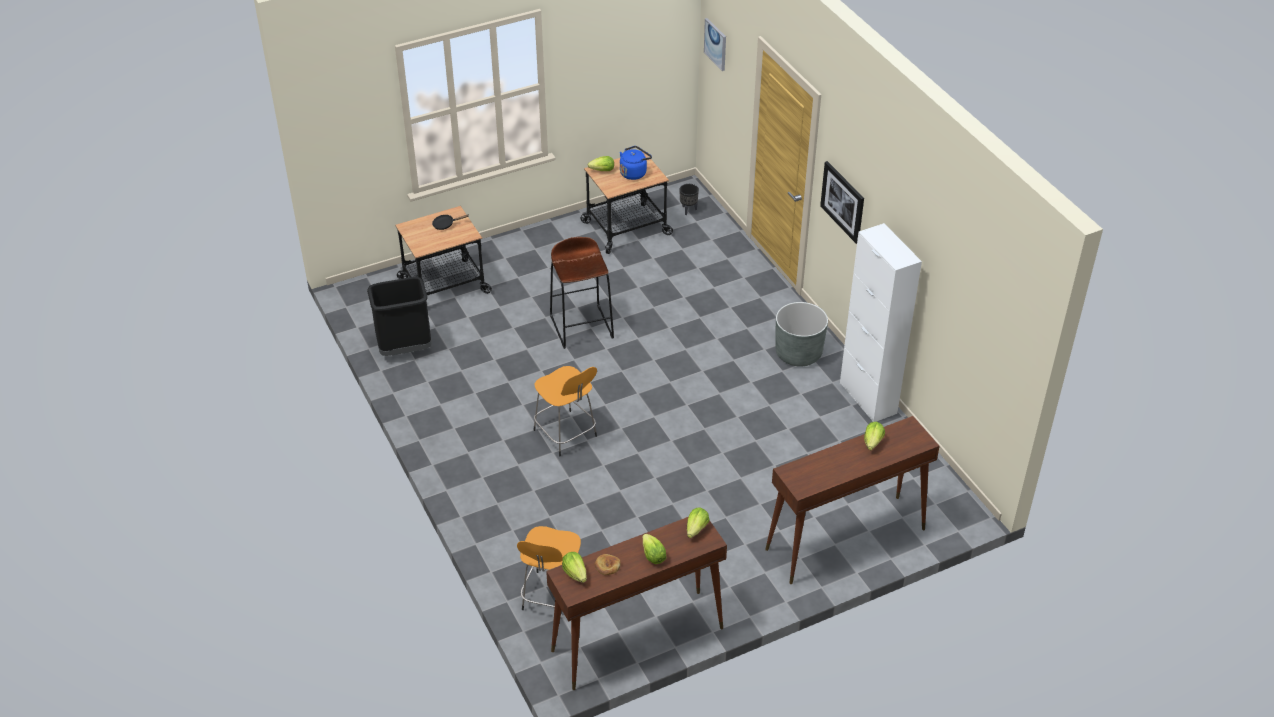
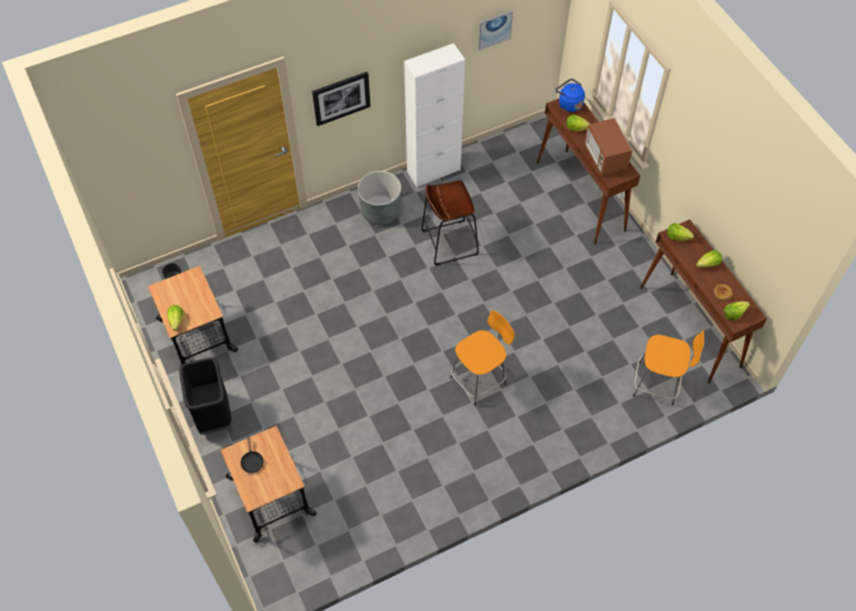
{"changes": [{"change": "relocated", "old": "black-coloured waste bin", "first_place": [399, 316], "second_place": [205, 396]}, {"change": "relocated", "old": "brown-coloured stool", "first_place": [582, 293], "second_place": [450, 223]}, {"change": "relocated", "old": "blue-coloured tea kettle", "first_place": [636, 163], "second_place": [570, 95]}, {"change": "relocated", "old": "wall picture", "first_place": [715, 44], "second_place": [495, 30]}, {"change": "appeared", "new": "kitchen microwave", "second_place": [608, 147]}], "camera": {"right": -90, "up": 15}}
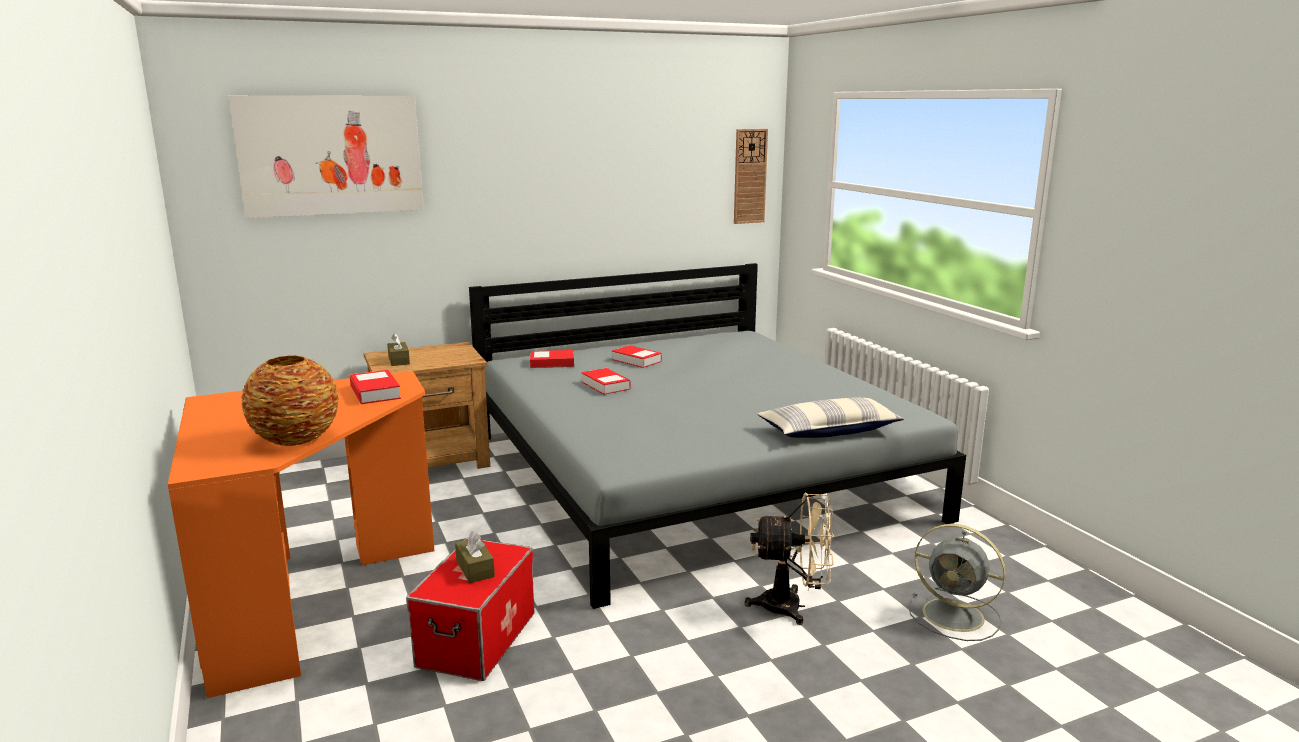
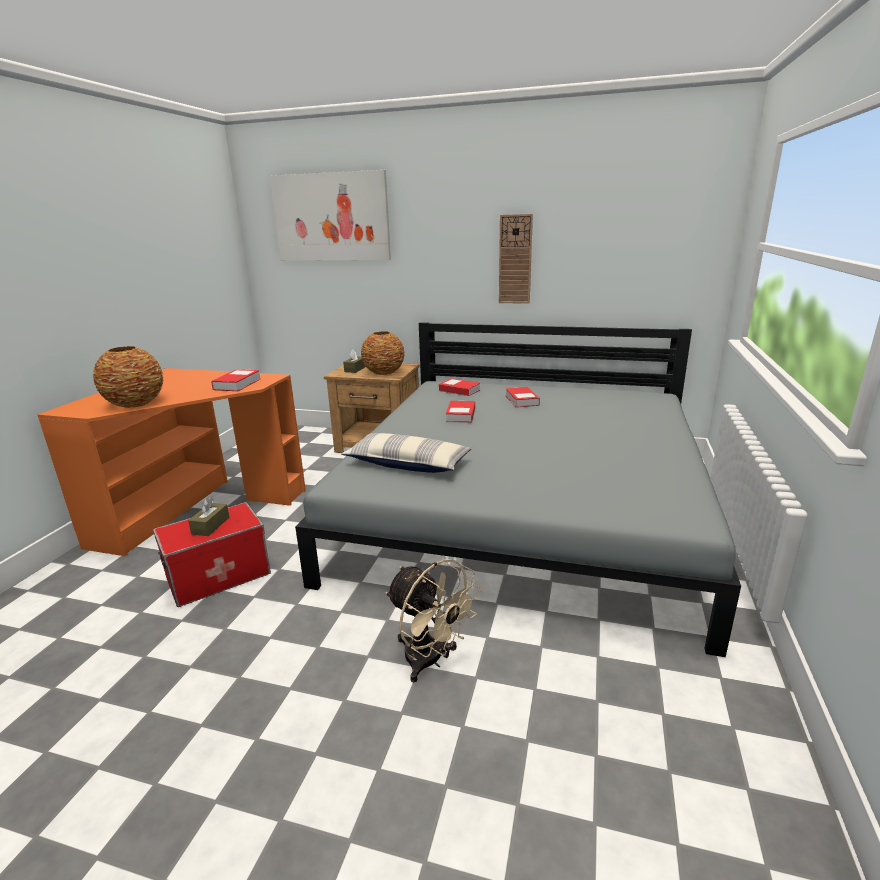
{"changes": [{"change": "relocated", "old": "wall clock", "first_place": [751, 176], "second_place": [516, 259]}, {"change": "relocated", "old": "pillow", "first_place": [830, 418], "second_place": [407, 453]}, {"change": "missing", "old": "grey cooling fan", "first_place": [957, 582]}, {"change": "appeared", "new": "decorative vase", "second_place": [383, 353]}], "camera": {"right": 40, "up": 5}}
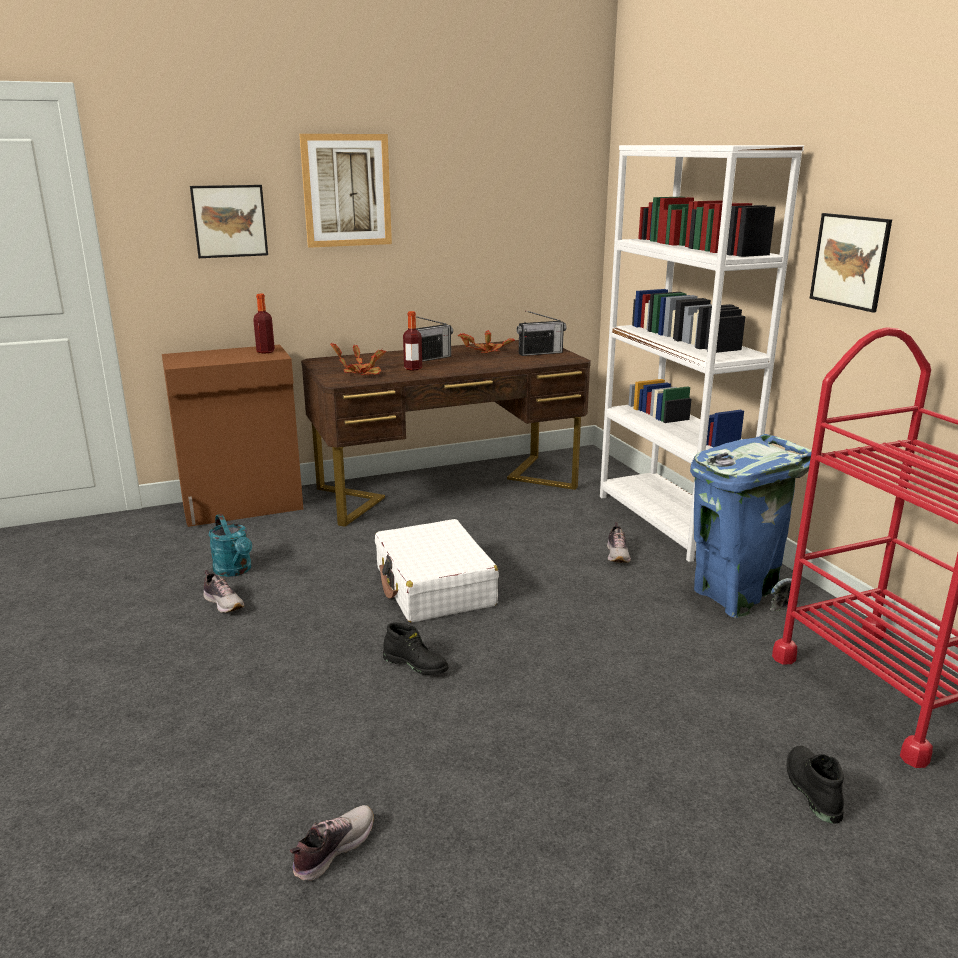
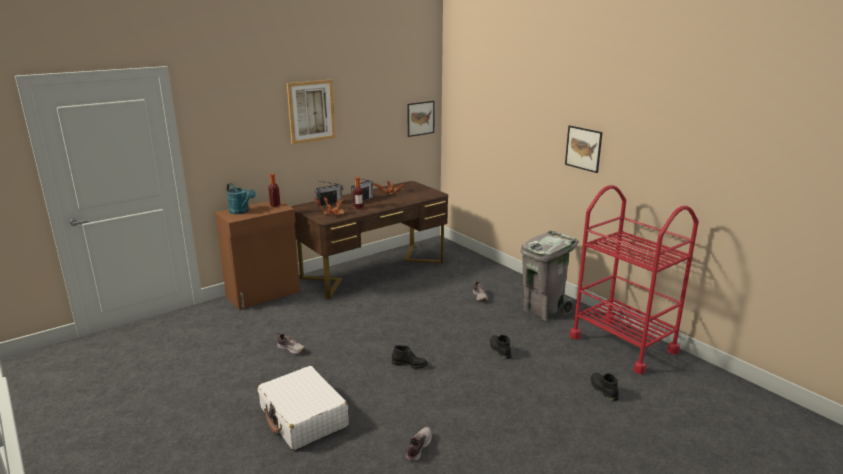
{"changes": [{"change": "relocated", "old": "wall picture", "first_place": [229, 221], "second_place": [421, 119]}, {"change": "relocated", "old": "turquoise-coloured watering can", "first_place": [230, 545], "second_place": [241, 198]}, {"change": "relocated", "old": "white-coloured piece of luggage", "first_place": [437, 571], "second_place": [303, 408]}, {"change": "relocated", "old": "radio set", "first_place": [541, 333], "second_place": [329, 194]}, {"change": "missing", "old": "white-coloured bookcase", "first_place": [702, 353]}, {"change": "colour", "old": "blue-coloured waste bin", "new": "grey waste bin", "first_place": [751, 526], "second_place": [550, 275]}, {"change": "appeared", "new": "black-coloured high-top boot", "second_place": [500, 347]}], "camera": {"right": -15, "up": 0}}
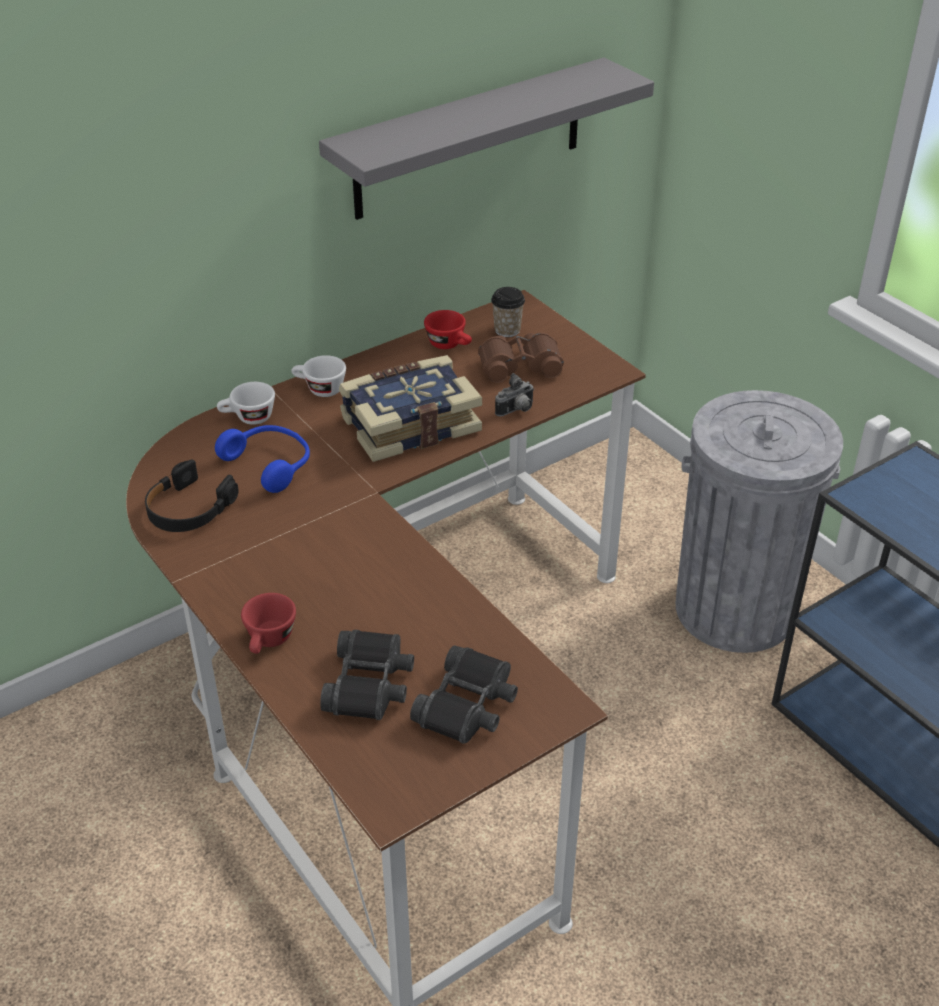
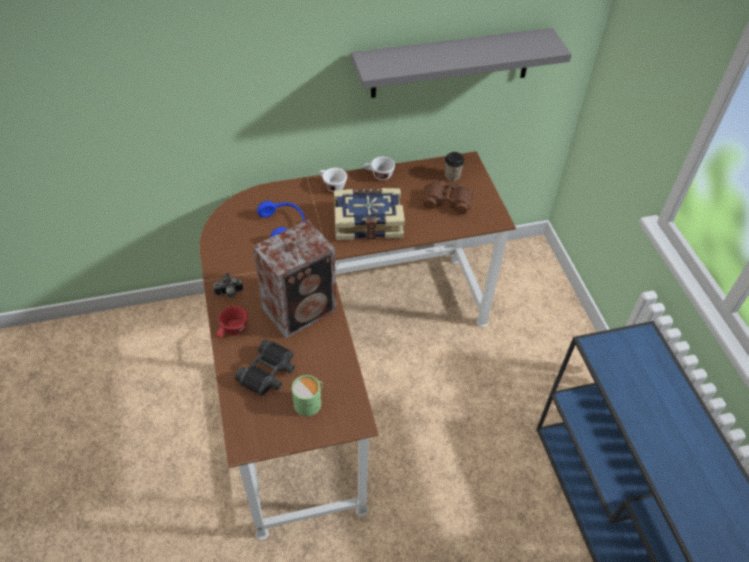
{"changes": [{"change": "missing", "old": "black-coloured headset", "first_place": [192, 495]}, {"change": "relocated", "old": "white-coloured cup", "first_place": [246, 403], "second_place": [379, 168]}, {"change": "exchanged", "old": "black-coloured binoculars", "new": "green-coloured tea mug", "first_place": [464, 694], "second_place": [307, 395]}, {"change": "missing", "old": "red-coloured cup", "first_place": [448, 329]}, {"change": "relocated", "old": "still camera", "first_place": [514, 394], "second_place": [228, 285]}, {"change": "missing", "old": "grey waste bin", "first_place": [759, 521]}, {"change": "appeared", "new": "audio speaker", "second_place": [295, 279]}], "camera": {"right": 20, "up": 10}}
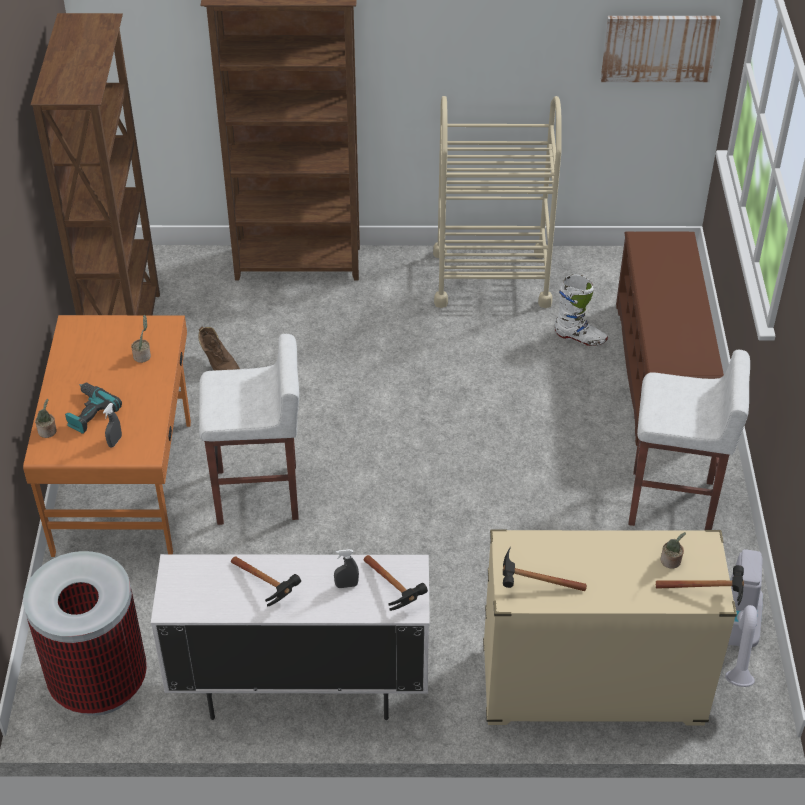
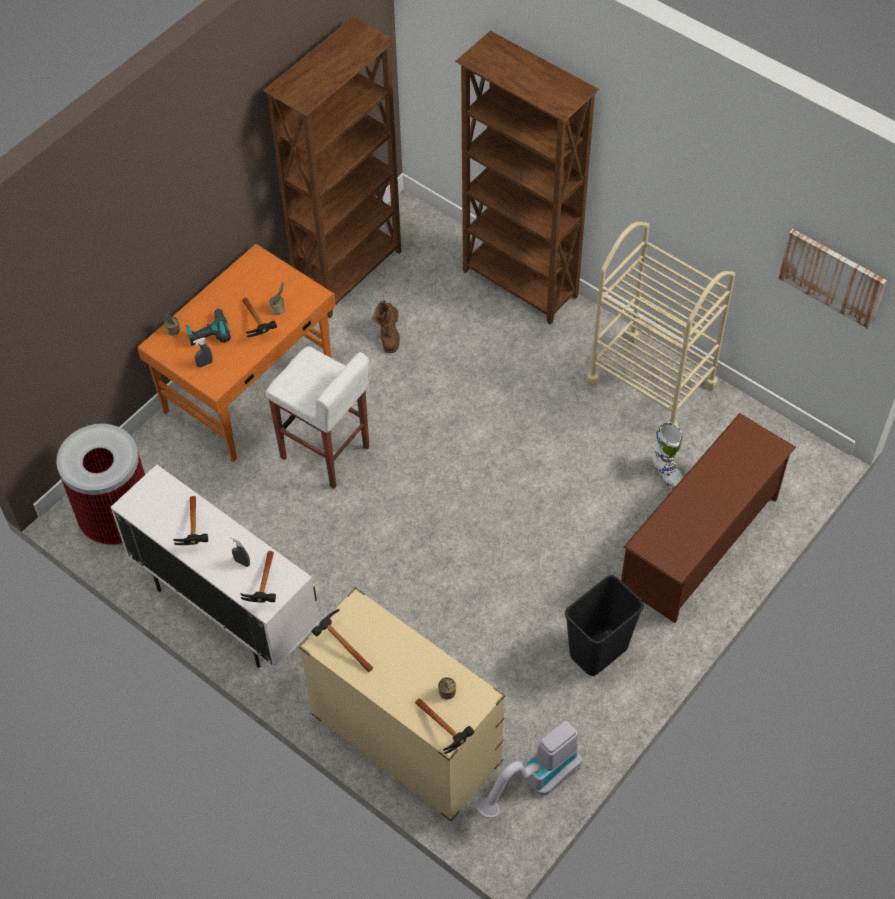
{"changes": [{"change": "exchanged", "old": "white-coloured stool", "new": "black-coloured waste bin", "first_place": [689, 440], "second_place": [604, 625]}, {"change": "appeared", "new": "tool hammer", "second_place": [259, 317]}], "camera": {"right": 40, "up": 10}}
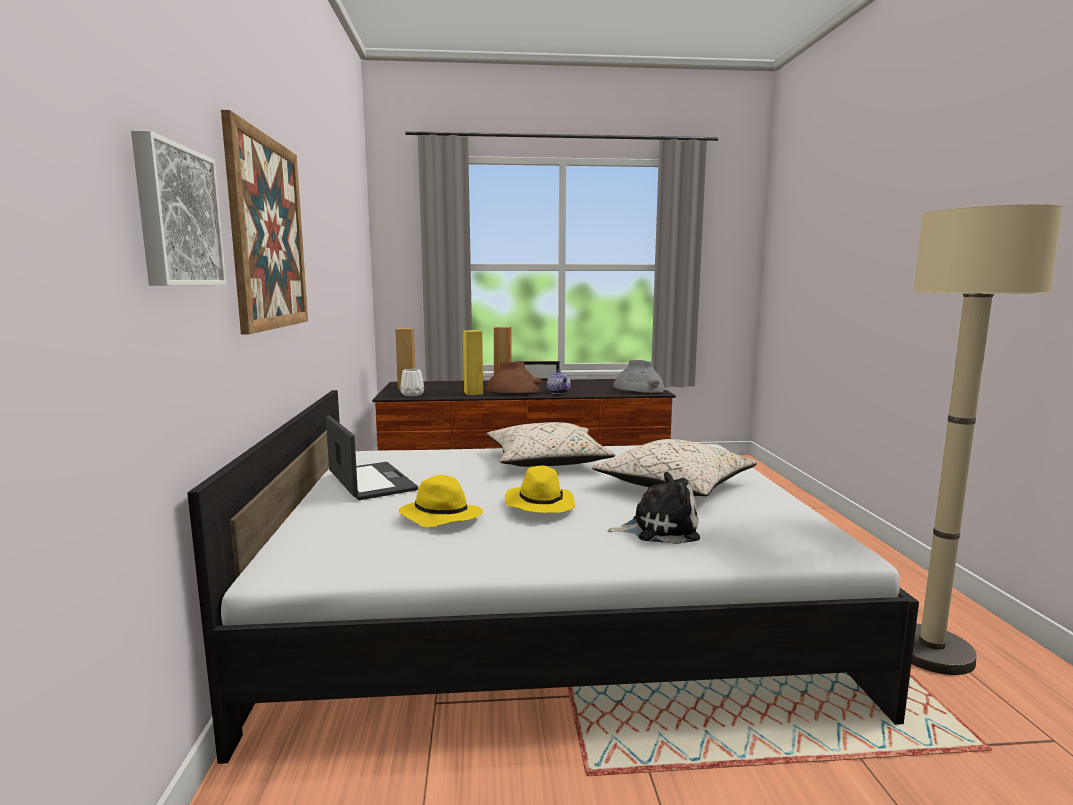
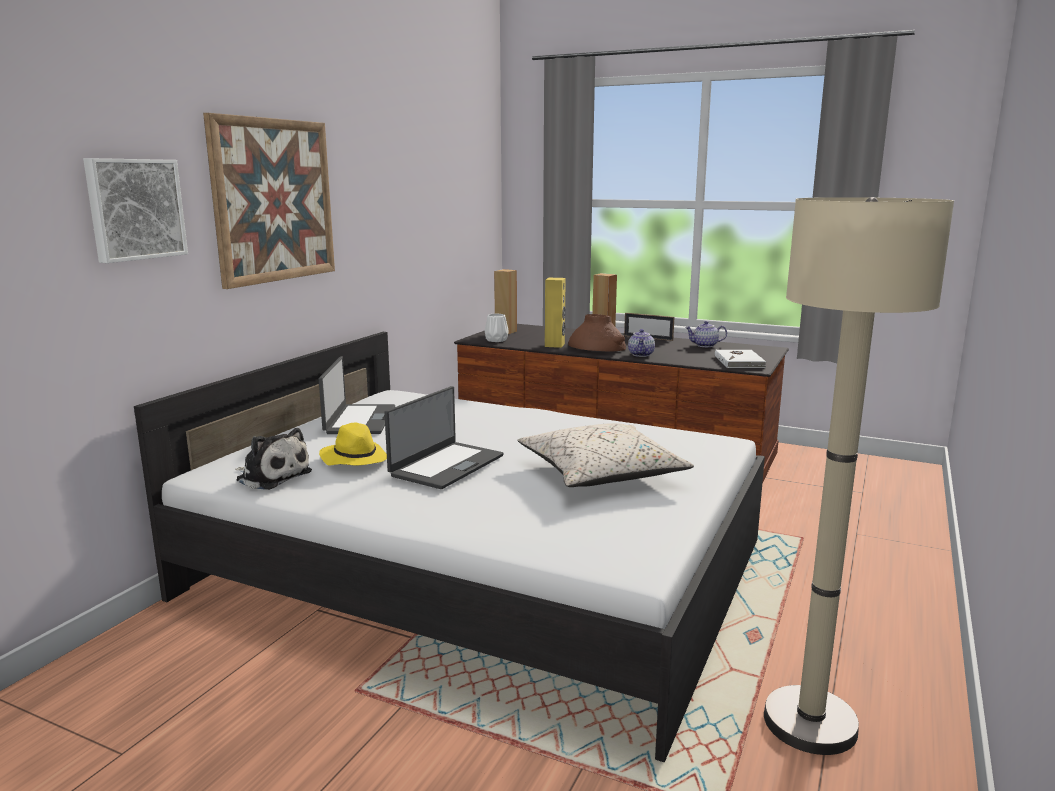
{"changes": [{"change": "missing", "old": "sand-coloured pillow", "first_place": [551, 444]}, {"change": "exchanged", "old": "yellow-coloured clothing hat", "new": "notebook computer", "first_place": [540, 489], "second_place": [444, 437]}, {"change": "relocated", "old": "plush toy", "first_place": [653, 508], "second_place": [273, 459]}, {"change": "exchanged", "old": "grey decorative vase", "new": "white-coloured bound book", "first_place": [639, 376], "second_place": [741, 359]}, {"change": "appeared", "new": "teapot", "second_place": [706, 334]}], "camera": {"right": 30, "up": 5}}
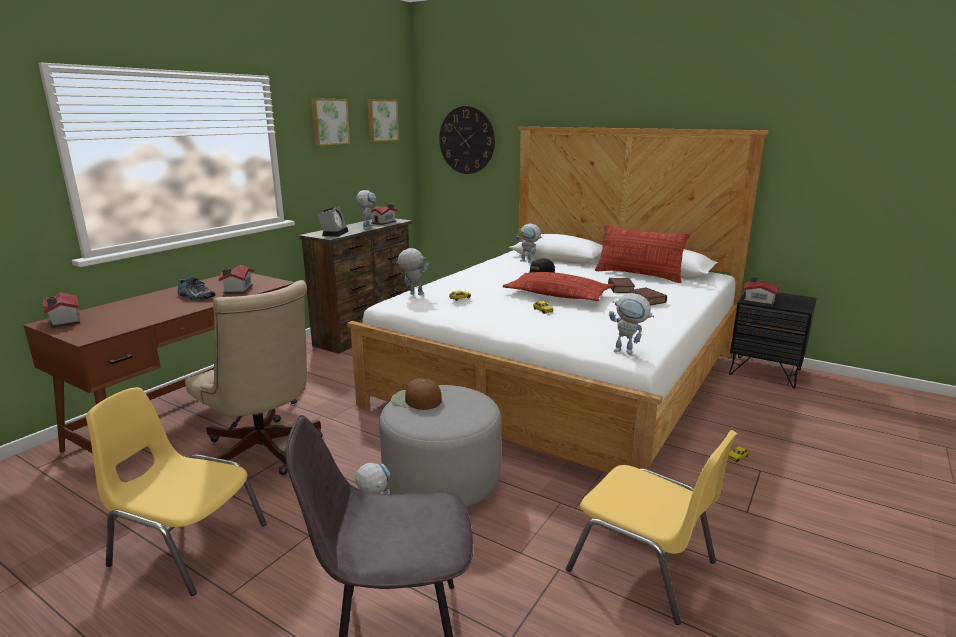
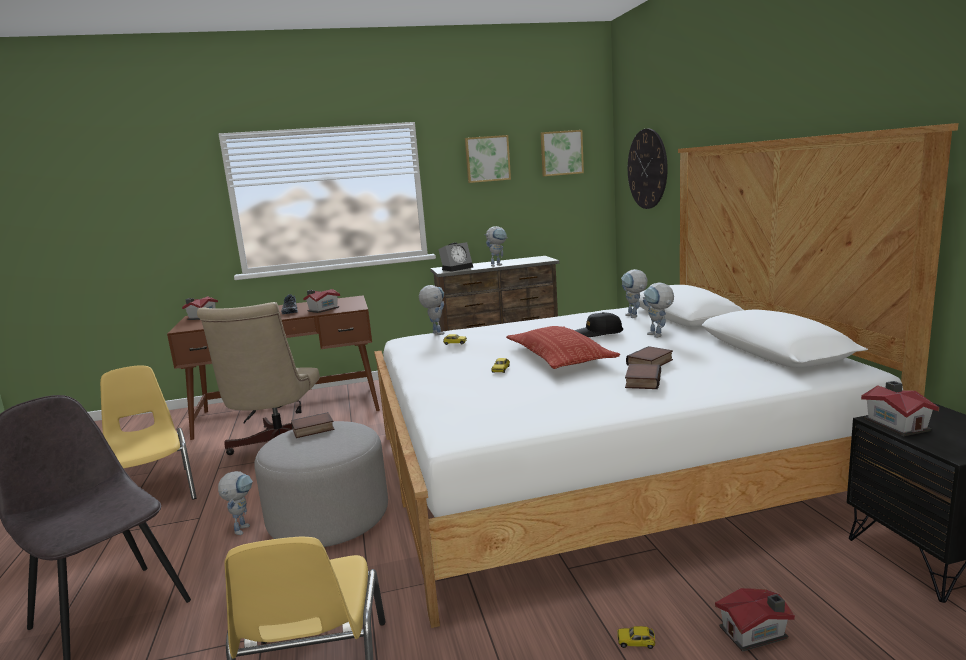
{"changes": [{"change": "relocated", "old": "model house", "first_place": [384, 214], "second_place": [755, 620]}, {"change": "exchanged", "old": "brown-coloured cap", "new": "bound book", "first_place": [416, 394], "second_place": [313, 425]}, {"change": "missing", "old": "pillow", "first_place": [642, 253]}, {"change": "relocated", "old": "robot figure", "first_place": [632, 324], "second_place": [658, 310]}], "camera": {"right": 45, "up": -5}}
